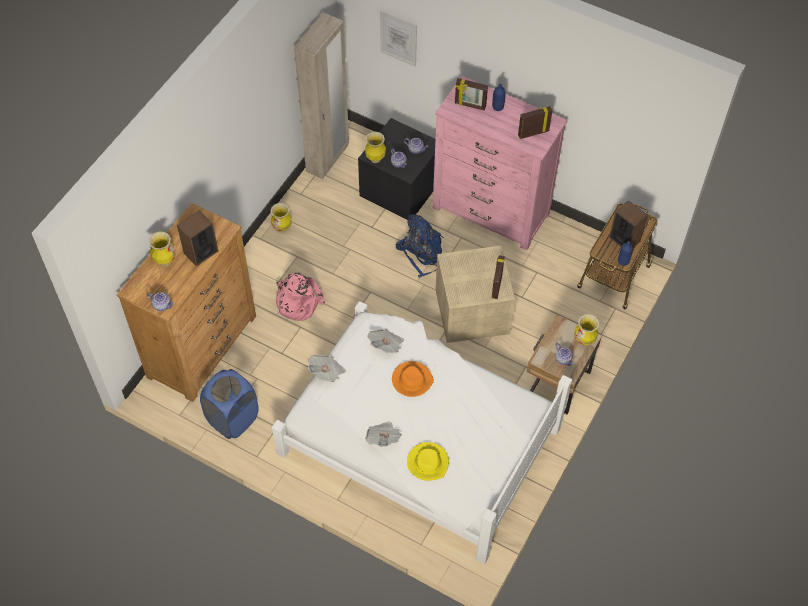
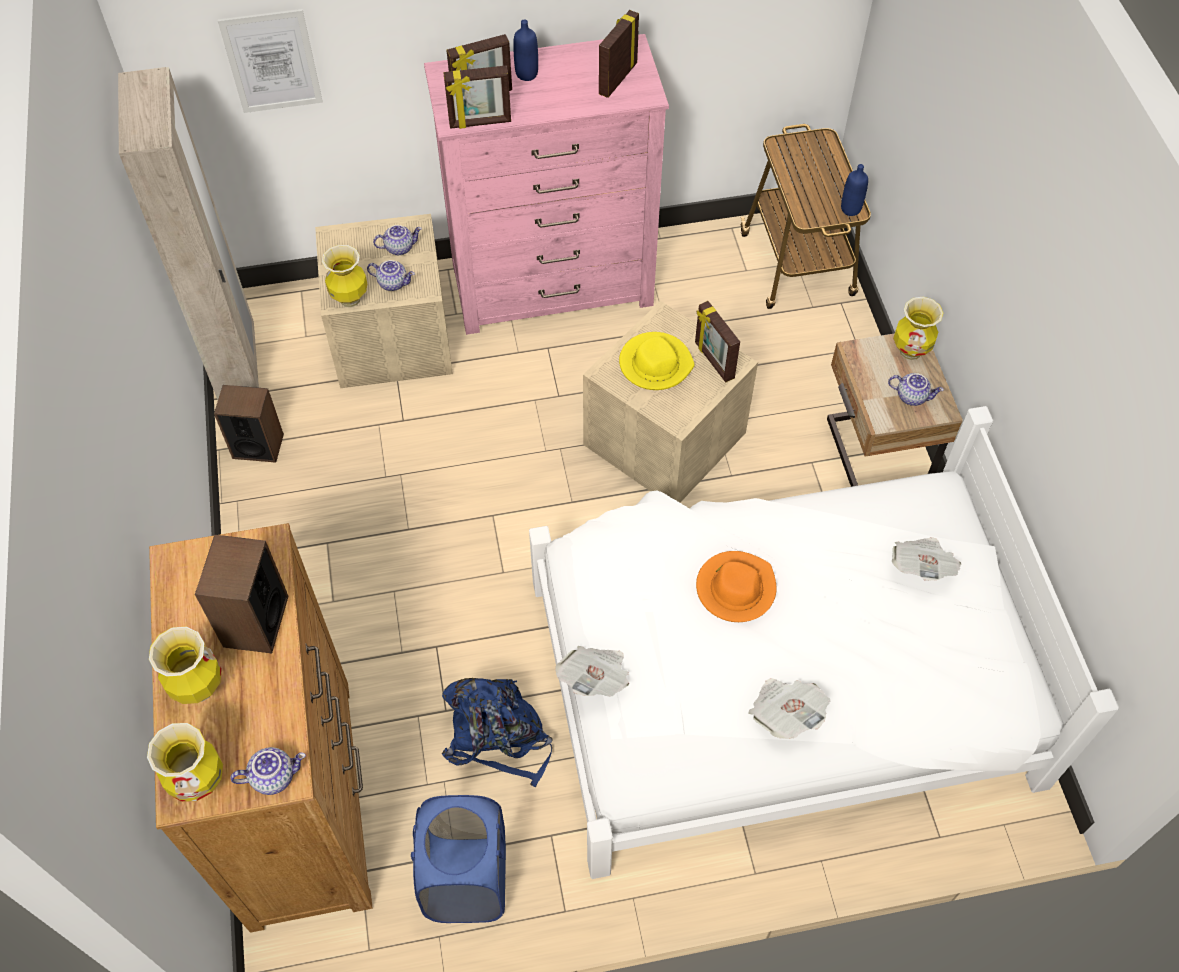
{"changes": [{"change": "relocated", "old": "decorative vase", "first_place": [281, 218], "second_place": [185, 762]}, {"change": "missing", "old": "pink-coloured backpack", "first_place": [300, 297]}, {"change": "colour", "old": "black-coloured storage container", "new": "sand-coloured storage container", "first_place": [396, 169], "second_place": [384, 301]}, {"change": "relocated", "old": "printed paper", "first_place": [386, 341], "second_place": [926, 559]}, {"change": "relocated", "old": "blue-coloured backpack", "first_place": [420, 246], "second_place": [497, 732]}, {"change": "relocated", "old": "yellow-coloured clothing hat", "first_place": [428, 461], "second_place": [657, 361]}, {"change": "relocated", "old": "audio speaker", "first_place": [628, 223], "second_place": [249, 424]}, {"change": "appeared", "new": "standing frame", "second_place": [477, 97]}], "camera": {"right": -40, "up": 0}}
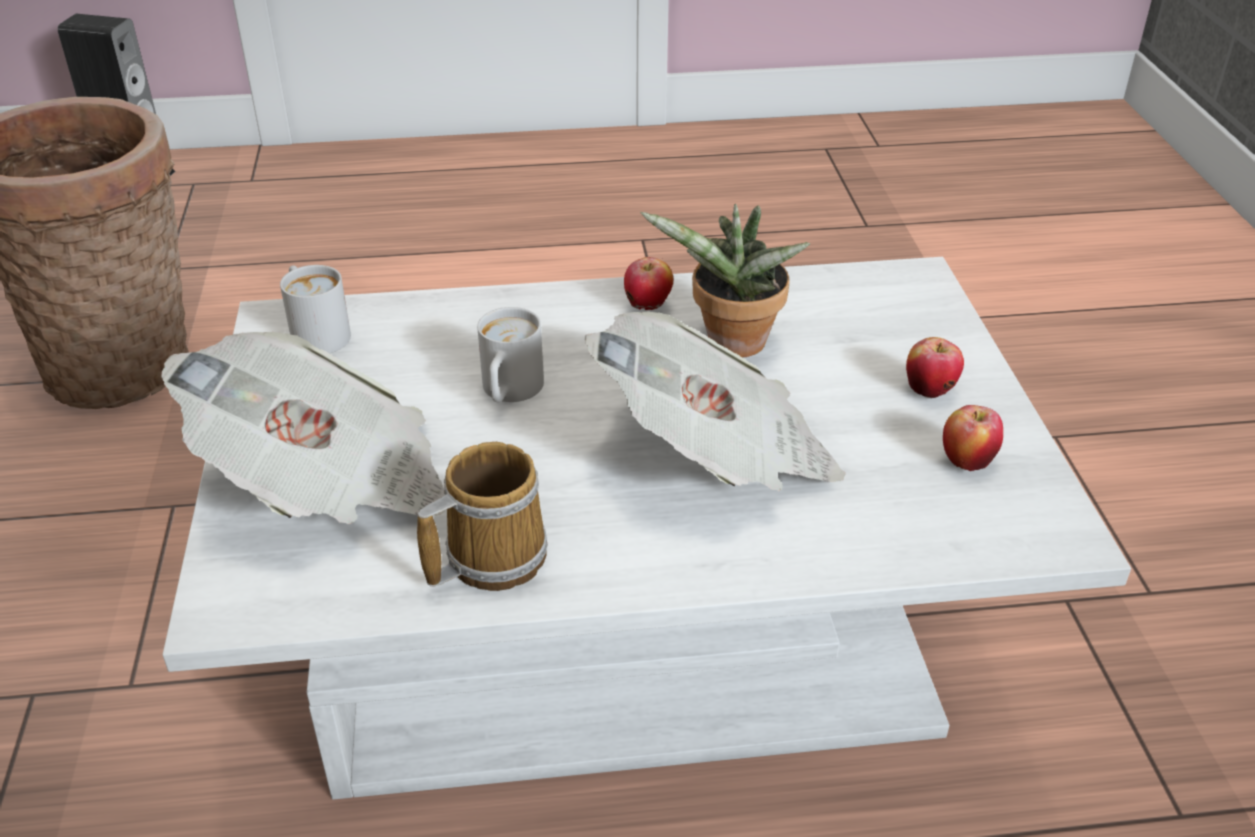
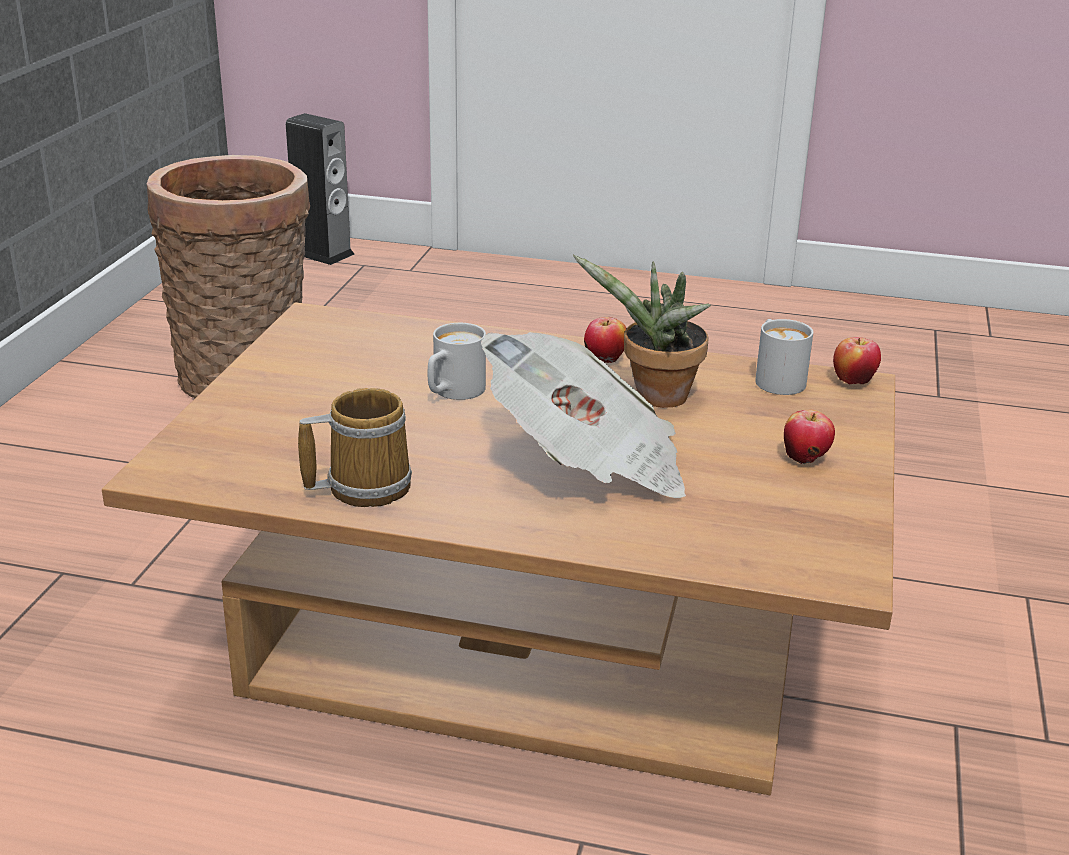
{"changes": [{"change": "missing", "old": "printed paper", "first_place": [304, 428]}, {"change": "colour", "old": "white-coloured lounge table", "new": "brown-coloured lounge table", "first_place": [647, 528], "second_place": [498, 548]}, {"change": "relocated", "old": "white-coloured tea mug", "first_place": [315, 309], "second_place": [784, 357]}, {"change": "relocated", "old": "whole apple", "first_place": [973, 438], "second_place": [857, 361]}], "camera": {"right": 20, "up": -10}}
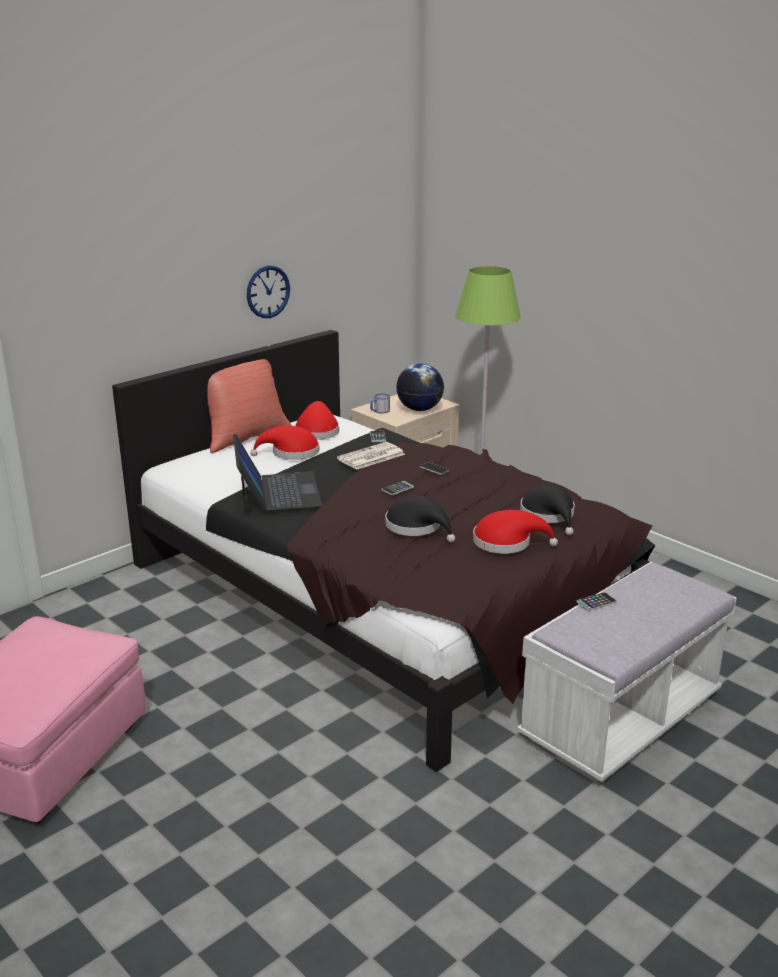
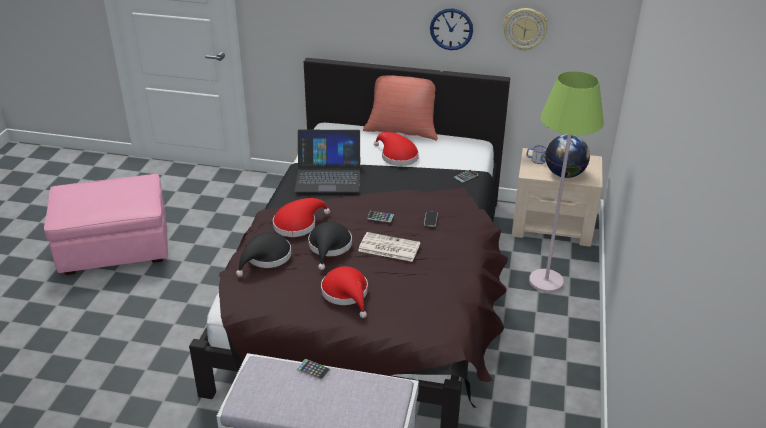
{"changes": [{"change": "spun", "old": "notebook computer", "first_place": [278, 473], "second_place": [327, 161], "degrees": 45}, {"change": "relocated", "old": "red-coloured clothing hat", "first_place": [317, 420], "second_place": [301, 217]}, {"change": "relocated", "old": "printed paper", "first_place": [371, 456], "second_place": [389, 247]}, {"change": "relocated", "old": "black-coloured clothing hat", "first_place": [547, 509], "second_place": [263, 254]}, {"change": "appeared", "new": "wall clock", "second_place": [525, 29]}], "camera": {"right": 55, "up": 10}}
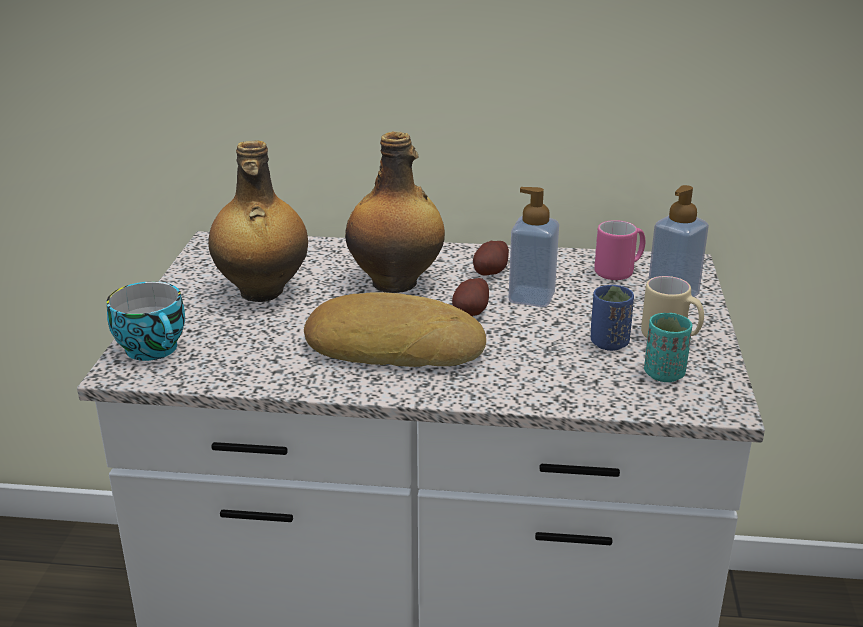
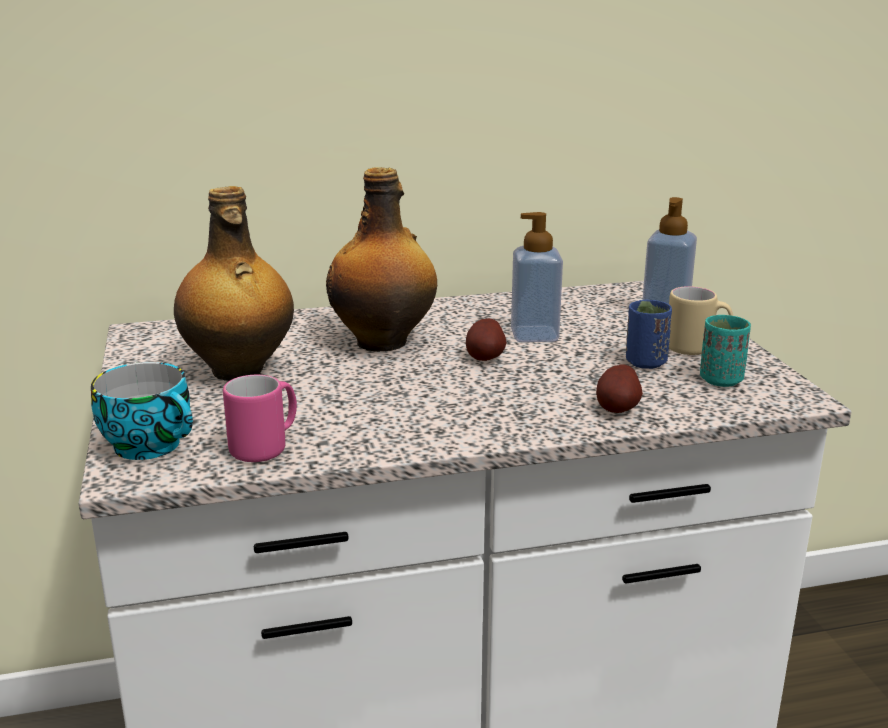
{"changes": [{"change": "missing", "old": "baked bread", "first_place": [395, 329]}, {"change": "relocated", "old": "potato", "first_place": [491, 258], "second_place": [619, 389]}, {"change": "relocated", "old": "pink-coloured tea mug", "first_place": [619, 250], "second_place": [260, 418]}], "camera": {"right": -20, "up": -5}}
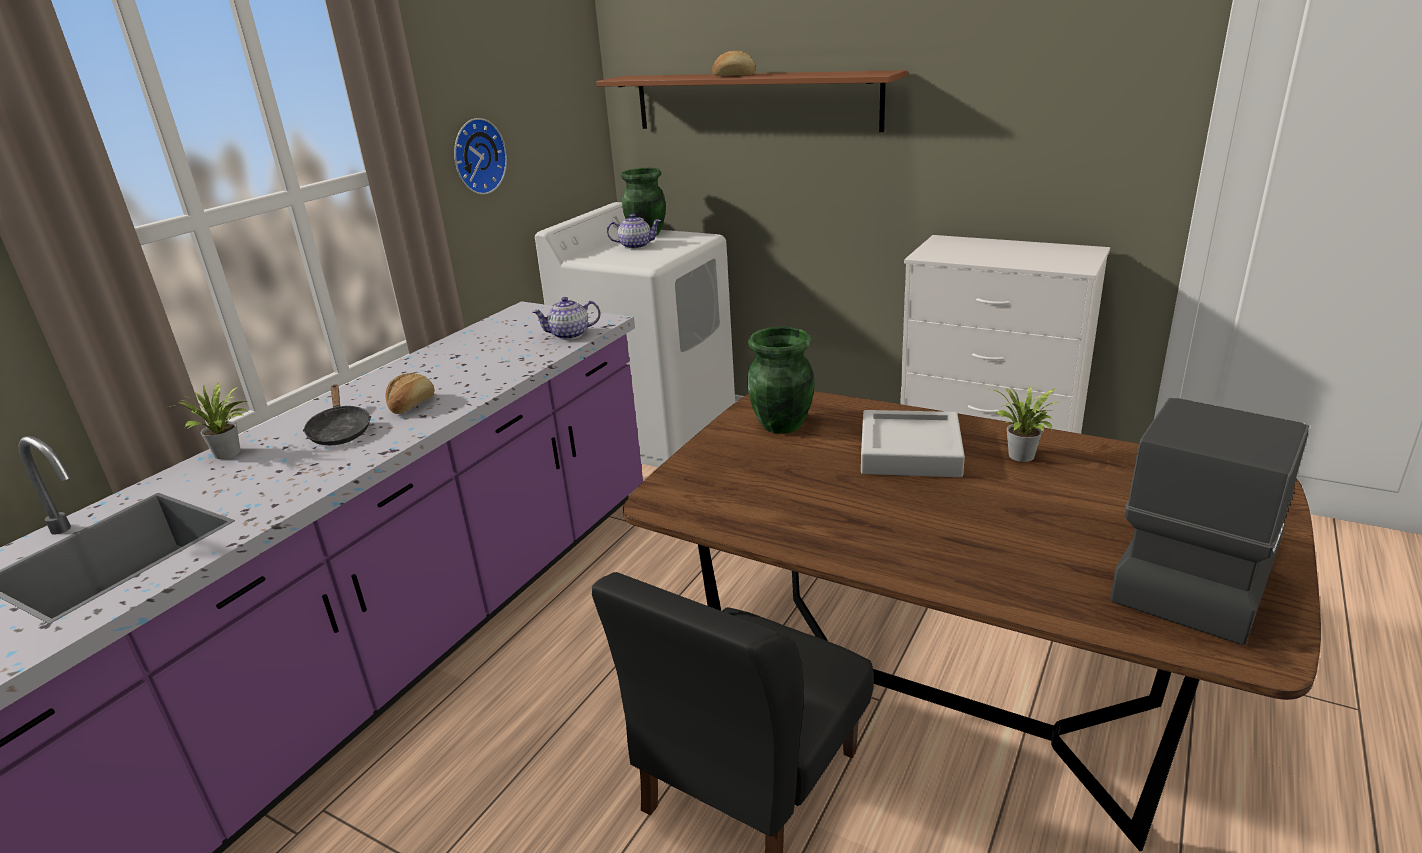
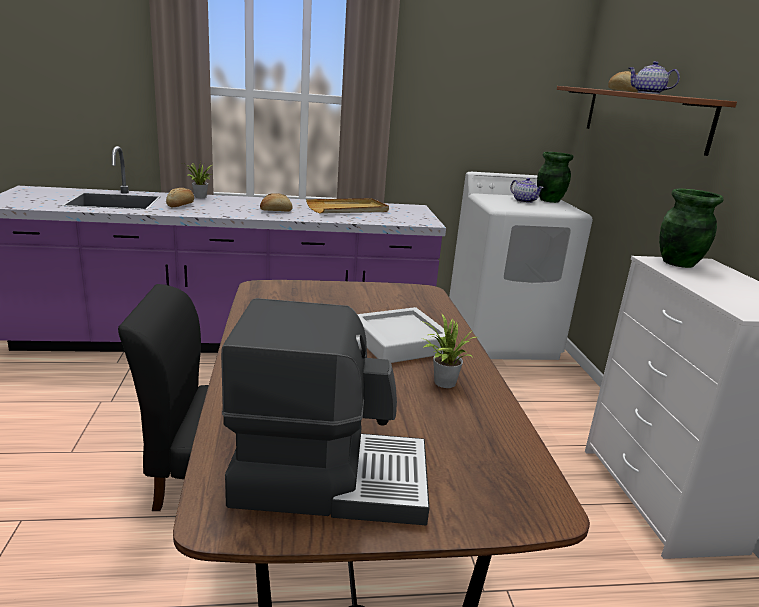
{"changes": [{"change": "missing", "old": "black-coloured pan", "first_place": [337, 414]}, {"change": "missing", "old": "wall clock", "first_place": [480, 156]}, {"change": "relocated", "old": "teapot", "first_place": [566, 318], "second_place": [654, 77]}, {"change": "relocated", "old": "green-coloured decorative vase", "first_place": [781, 380], "second_place": [691, 228]}, {"change": "appeared", "new": "baked bread", "second_place": [180, 197]}, {"change": "appeared", "new": "sand-coloured tray", "second_place": [347, 206]}], "camera": {"right": 50, "up": -5}}
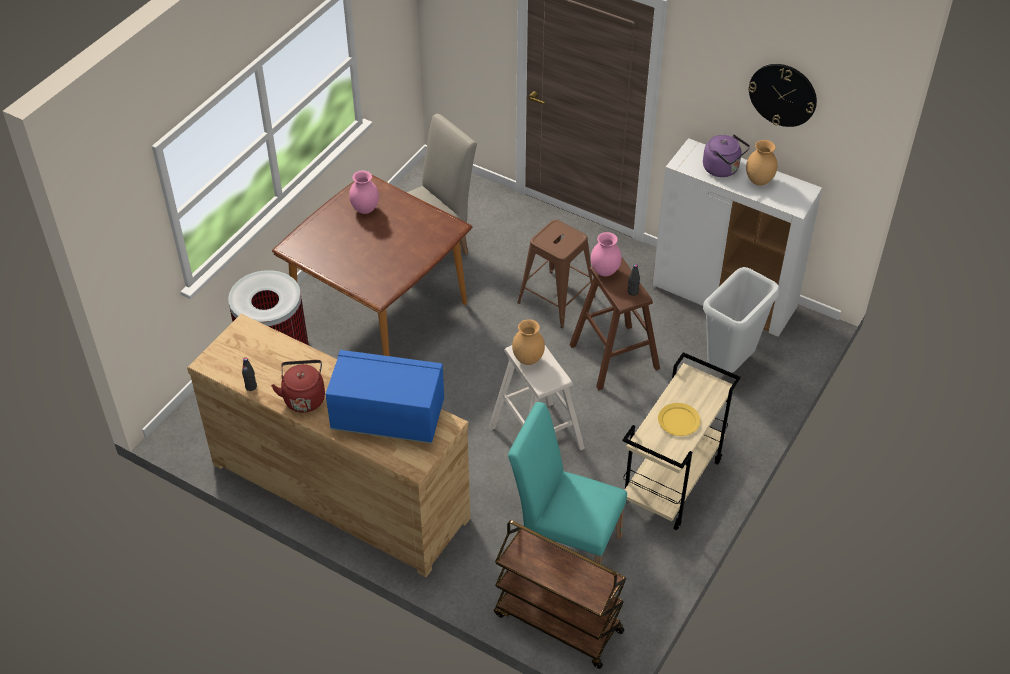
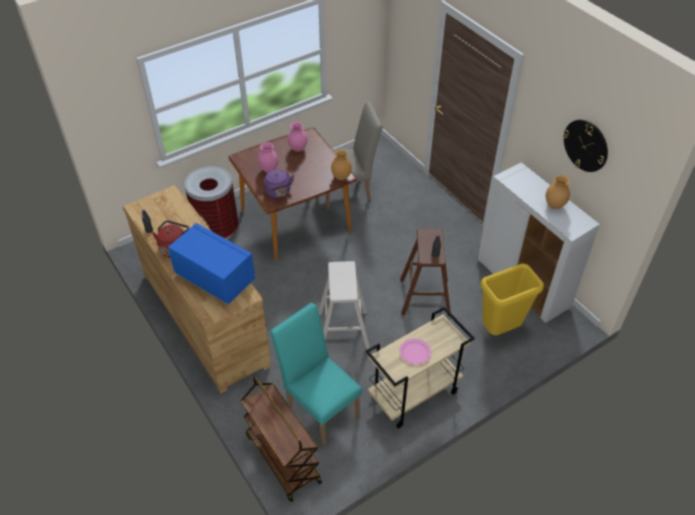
{"changes": [{"change": "relocated", "old": "brown-coloured decorative vase", "first_place": [528, 342], "second_place": [341, 165]}, {"change": "missing", "old": "brown-coloured stool", "first_place": [556, 274]}, {"change": "relocated", "old": "pink-coloured decorative vase", "first_place": [606, 254], "second_place": [268, 157]}, {"change": "colour", "old": "yellow-coloured plate", "new": "pink-coloured plate", "first_place": [679, 419], "second_place": [415, 351]}, {"change": "relocated", "old": "purple-coloured tea kettle", "first_place": [726, 155], "second_place": [279, 183]}, {"change": "colour", "old": "grey waste bin", "new": "yellow-coloured waste bin", "first_place": [741, 320], "second_place": [512, 299]}], "camera": {"right": 25, "up": 0}}
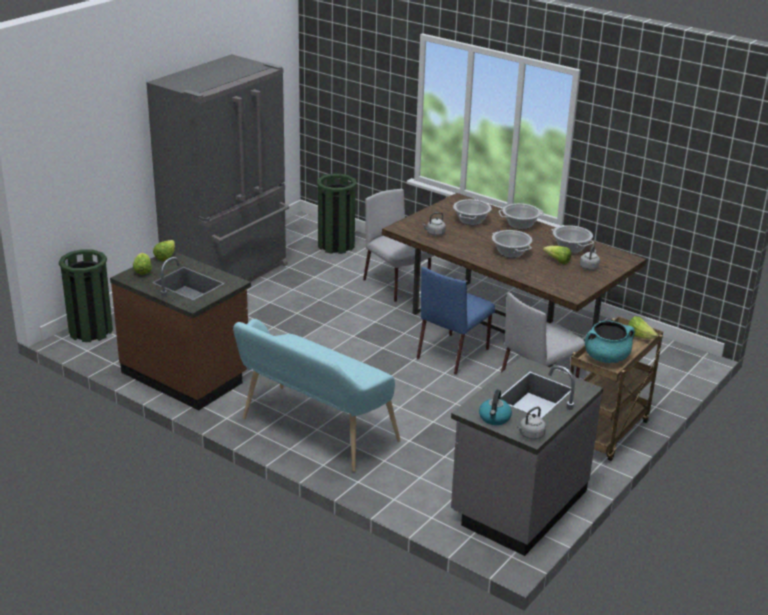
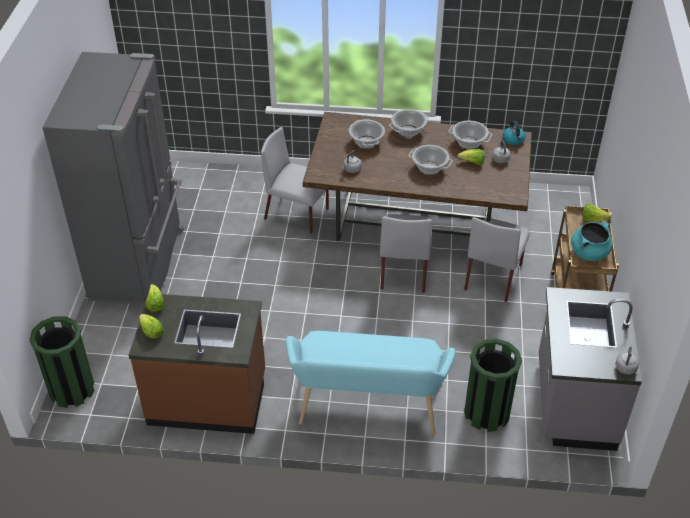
{"changes": [{"change": "relocated", "old": "green-coloured waste bin", "first_place": [337, 214], "second_place": [493, 385]}, {"change": "colour", "old": "blue-coloured chair", "new": "grey chair", "first_place": [456, 321], "second_place": [406, 253]}, {"change": "relocated", "old": "tea kettle", "first_place": [495, 407], "second_place": [514, 133]}], "camera": {"right": -30, "up": 15}}
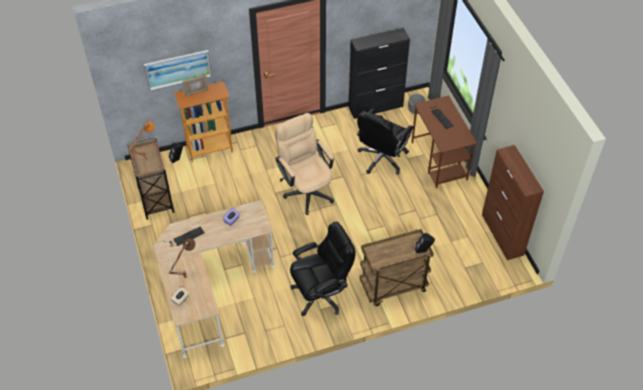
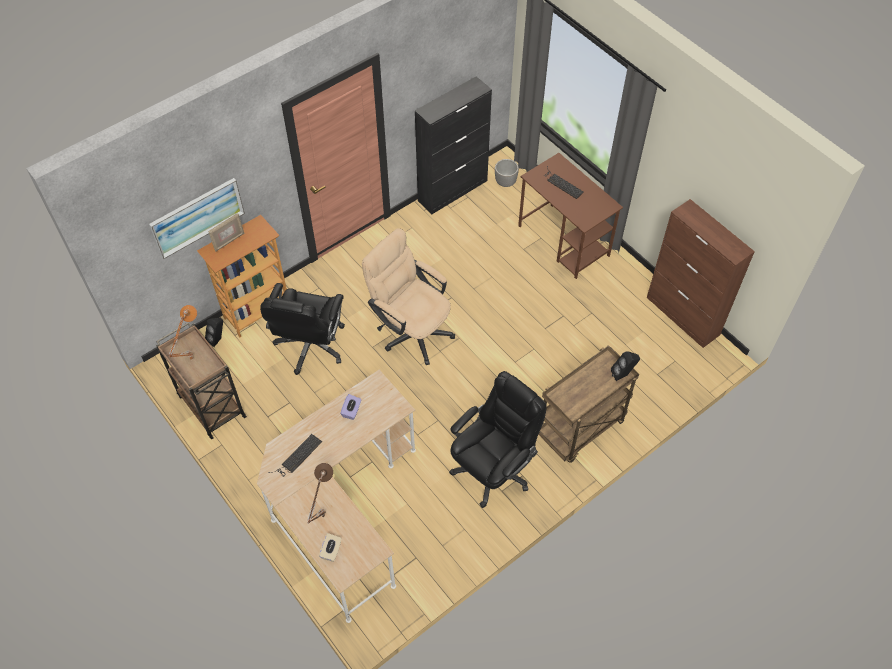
{"changes": [{"change": "relocated", "old": "black-coloured desk chair", "first_place": [385, 142], "second_place": [302, 329]}], "camera": {"right": -20, "up": 5}}
